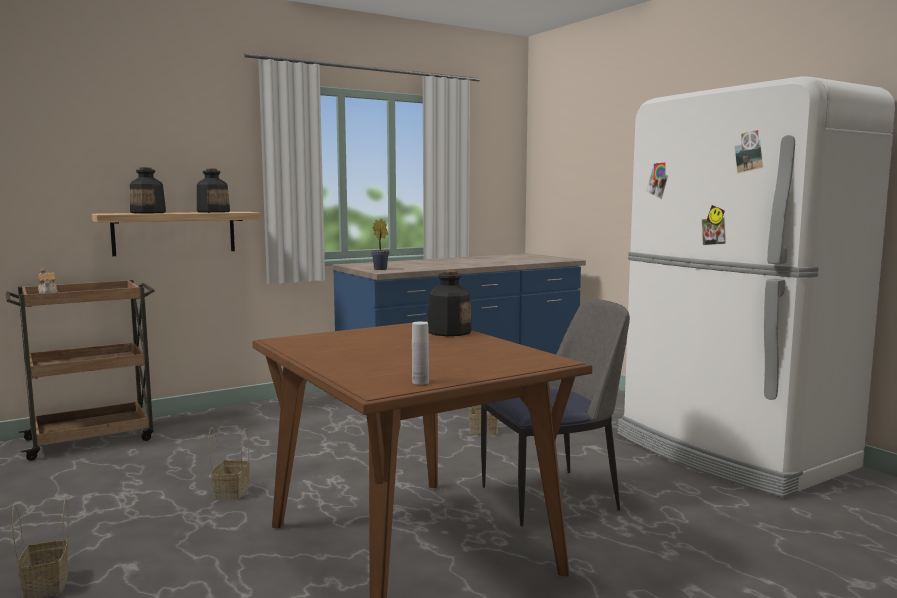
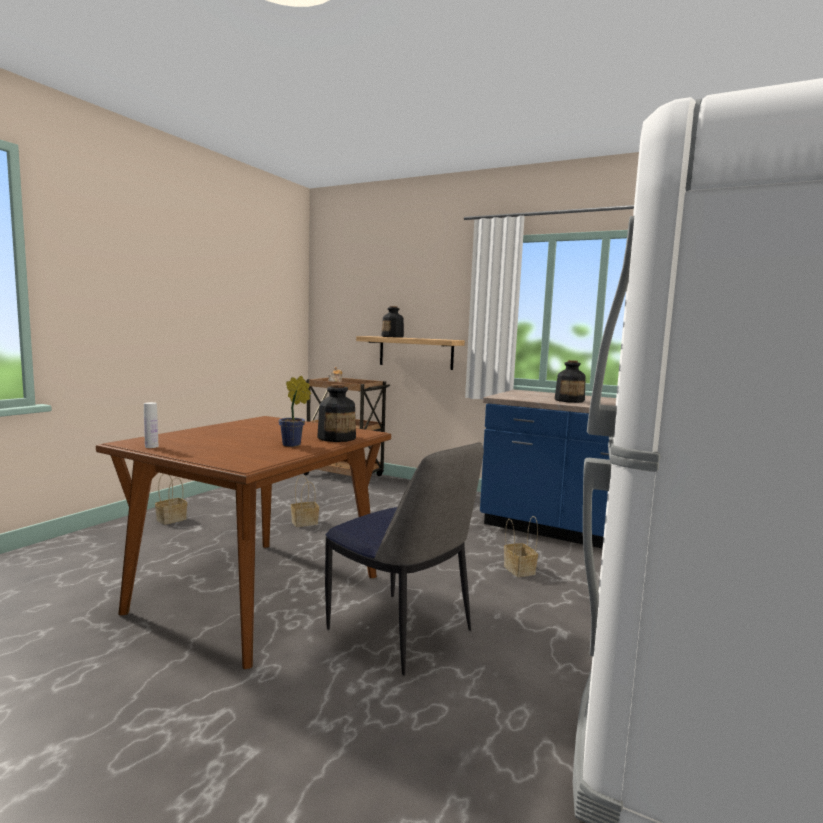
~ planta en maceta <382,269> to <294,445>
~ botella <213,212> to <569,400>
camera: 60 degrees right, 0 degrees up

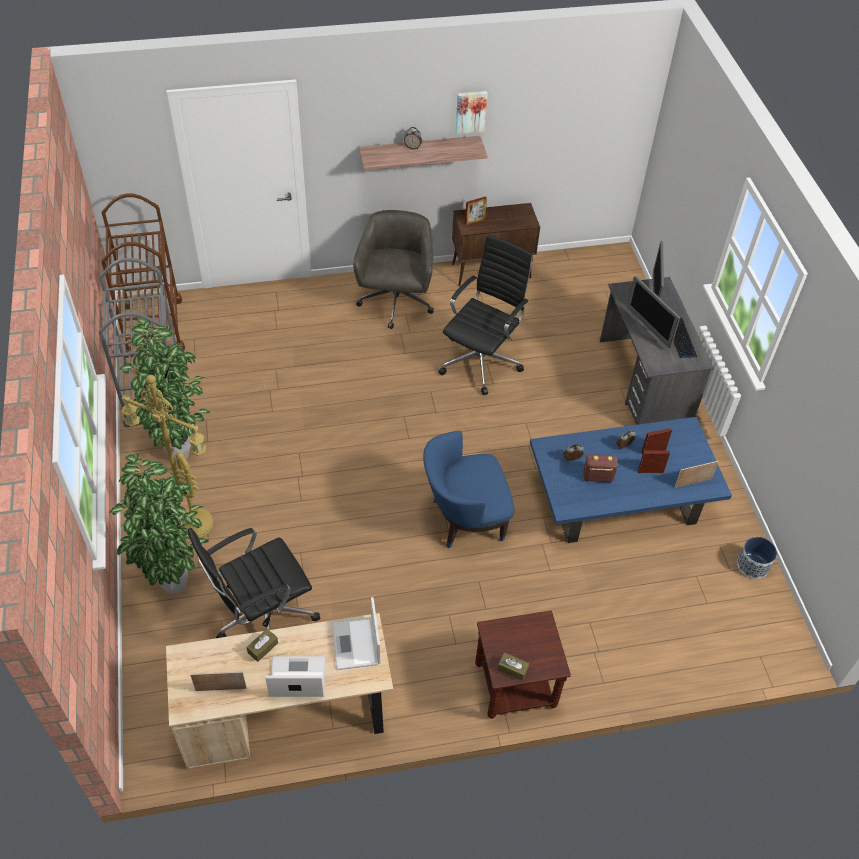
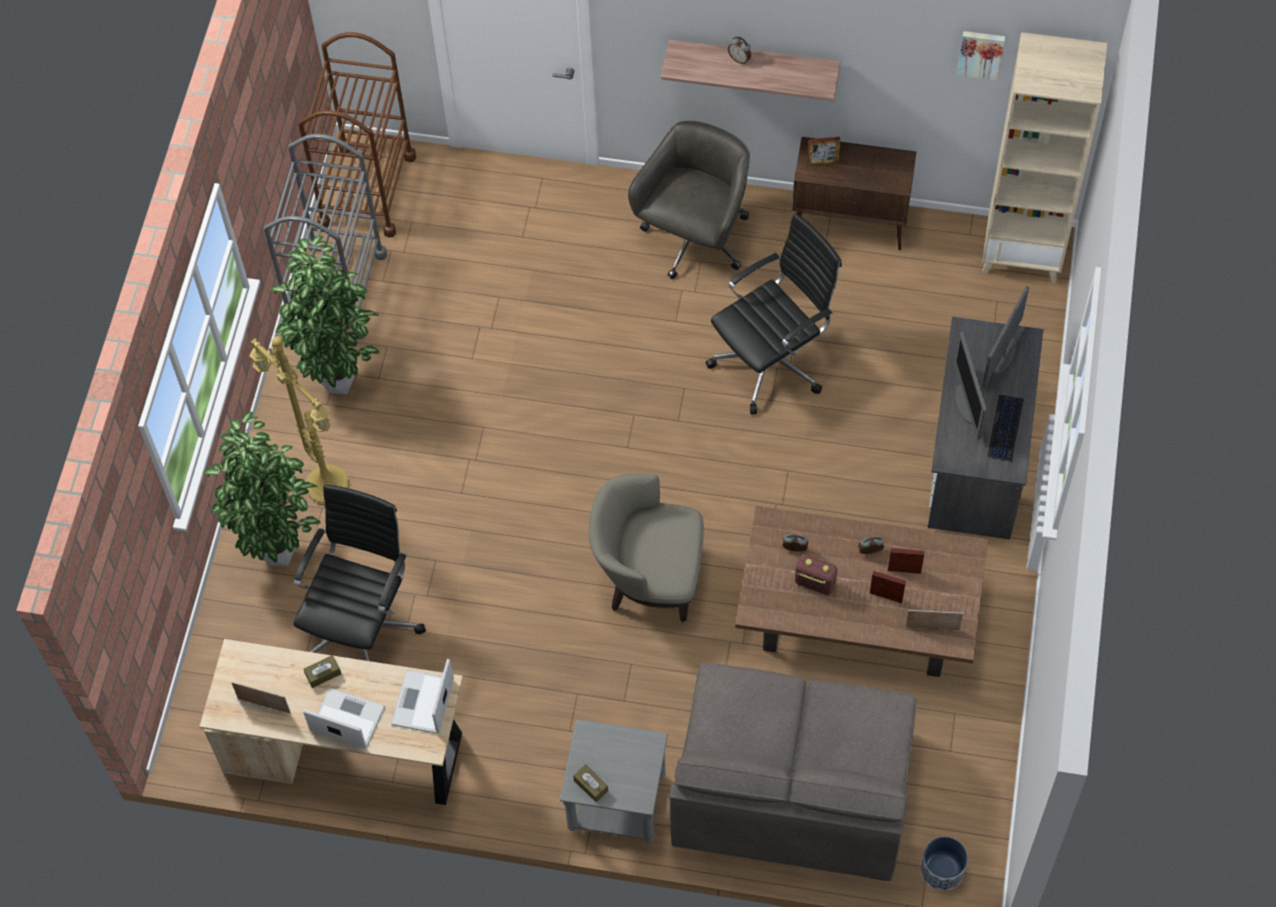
~ silla de oficina/negro <262,617> = <363,626> 120 degrees clockwise
~ mesa auxiliar/marrón <515,686> to mesa auxiliar/gris <616,803>
~ sillón/azul <464,519> to sillón/beis <649,579>
+ sofá/gris <792,789>
~ mesa de centro/azul <619,500> to mesa de centro/marrón <856,614>
~ maceta <752,565> to <941,870>
~ cuadro <470,111> to <981,53>
+ estantería/beis <1022,252>
camera: 25 degrees right, 10 degrees up

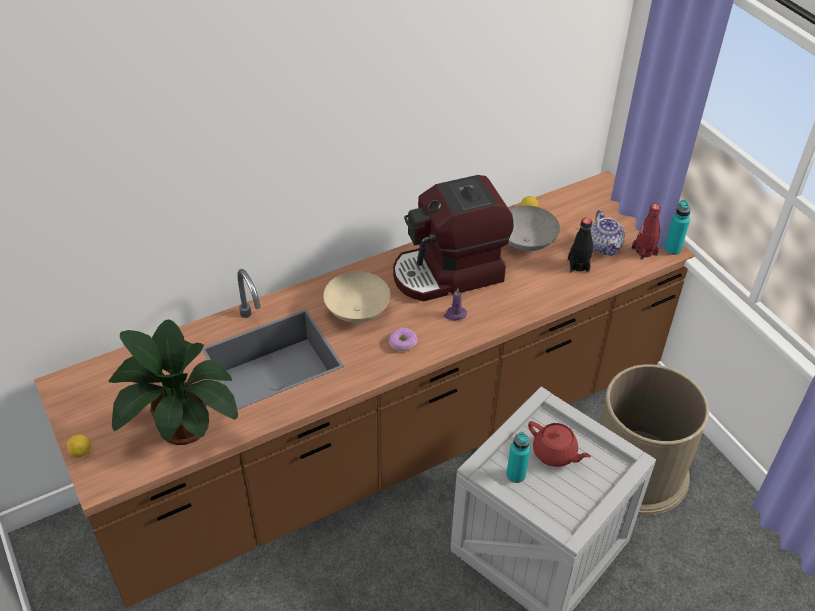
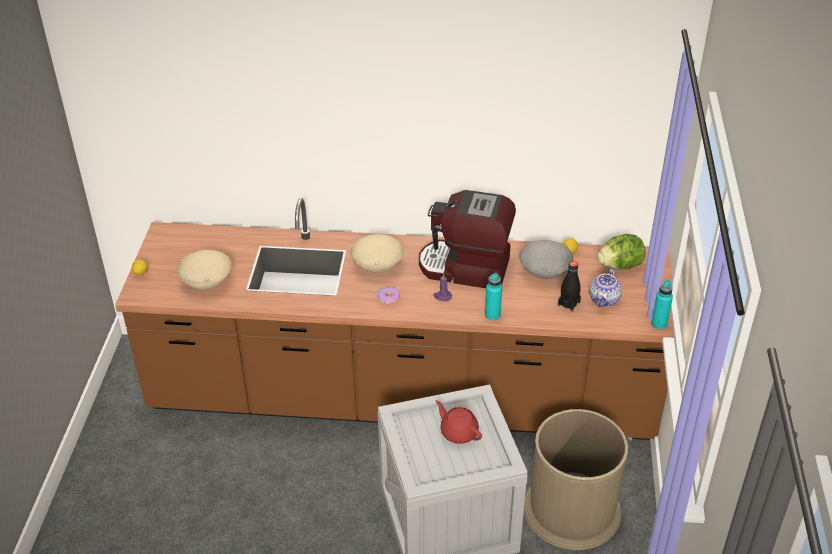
~ planta en maceta <179,423> to cuenco/beis <207,282>
~ tetera/rojo <555,453> = <458,432> 150 degrees clockwise
~ botella/turquesa <516,475> to <492,315>
+ lechuga <620,265>
- botella/rojo <644,251>
camera: 35 degrees right, 5 degrees down

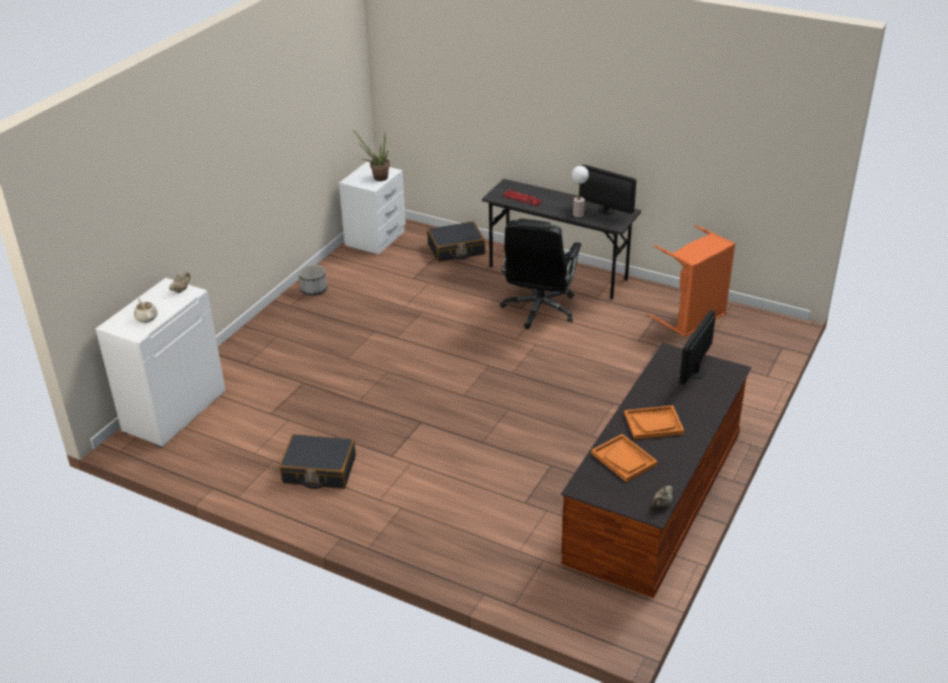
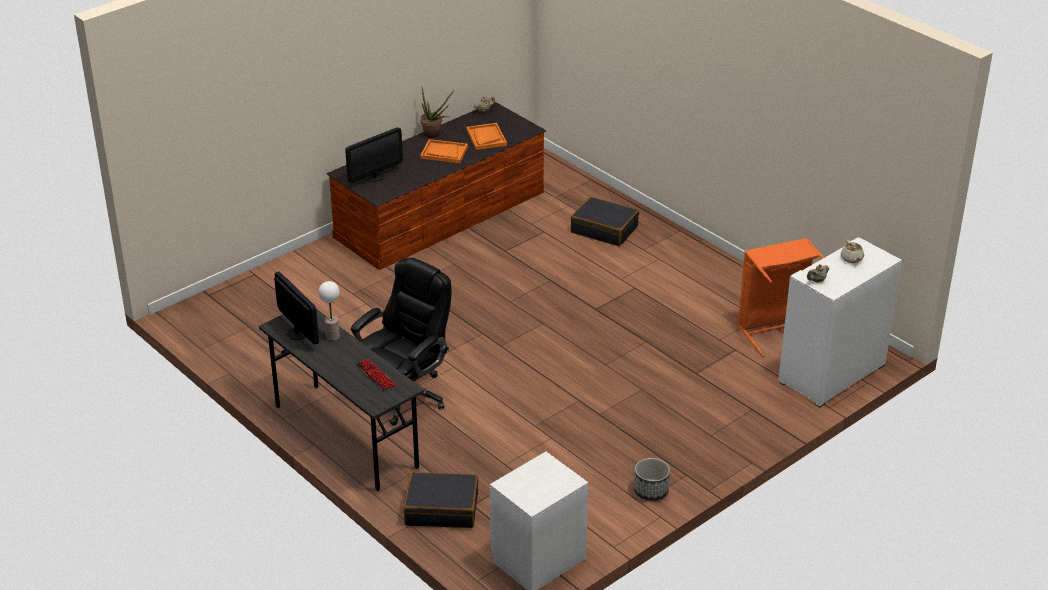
~ planta en maceta <377,177> to <434,135>
~ maleta/negro <319,470> to <604,229>
~ cesto de la ropa/naranja <692,318> to <776,329>
camera: 160 degrees left, 0 degrees up

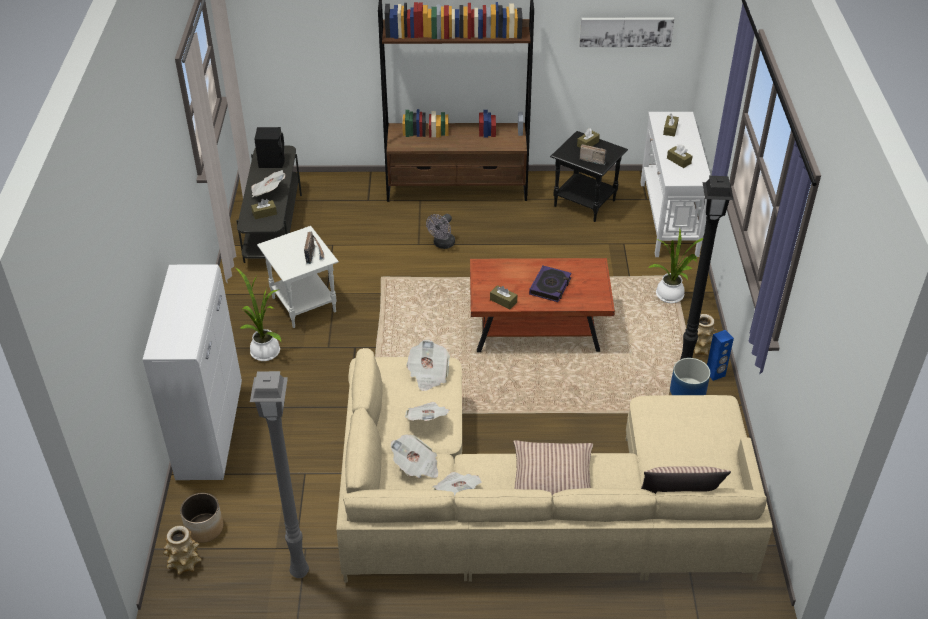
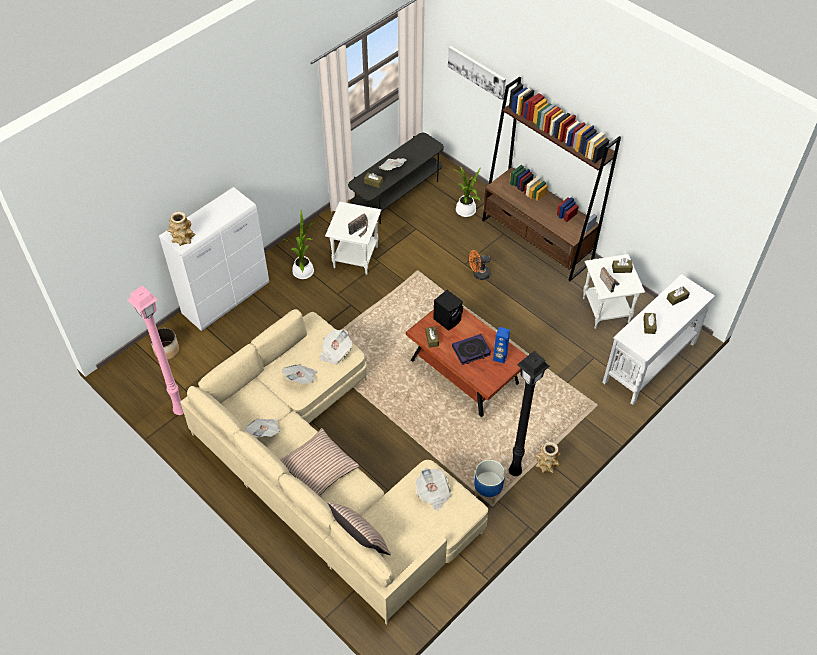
~ lámpara de pie/gris <298,573> to lámpara de pie/rosa <178,410>
~ florero <184,562> to <183,238>
~ periódico <416,466> to <433,493>
~ altavoz/negro <272,161> to <448,319>
~ cuadro <626,31> to <477,72>
~ planta en maceta <671,296> to <466,212>
~ ventilador/gris <442,244> to ventilador/naranja <478,274>
~ altavoz/azul <715,374> to <500,358>
~ mesa auxiliar/negro <585,203> to mesa auxiliar/blanco <606,310>
camera: 45 degrees right, 10 degrees up

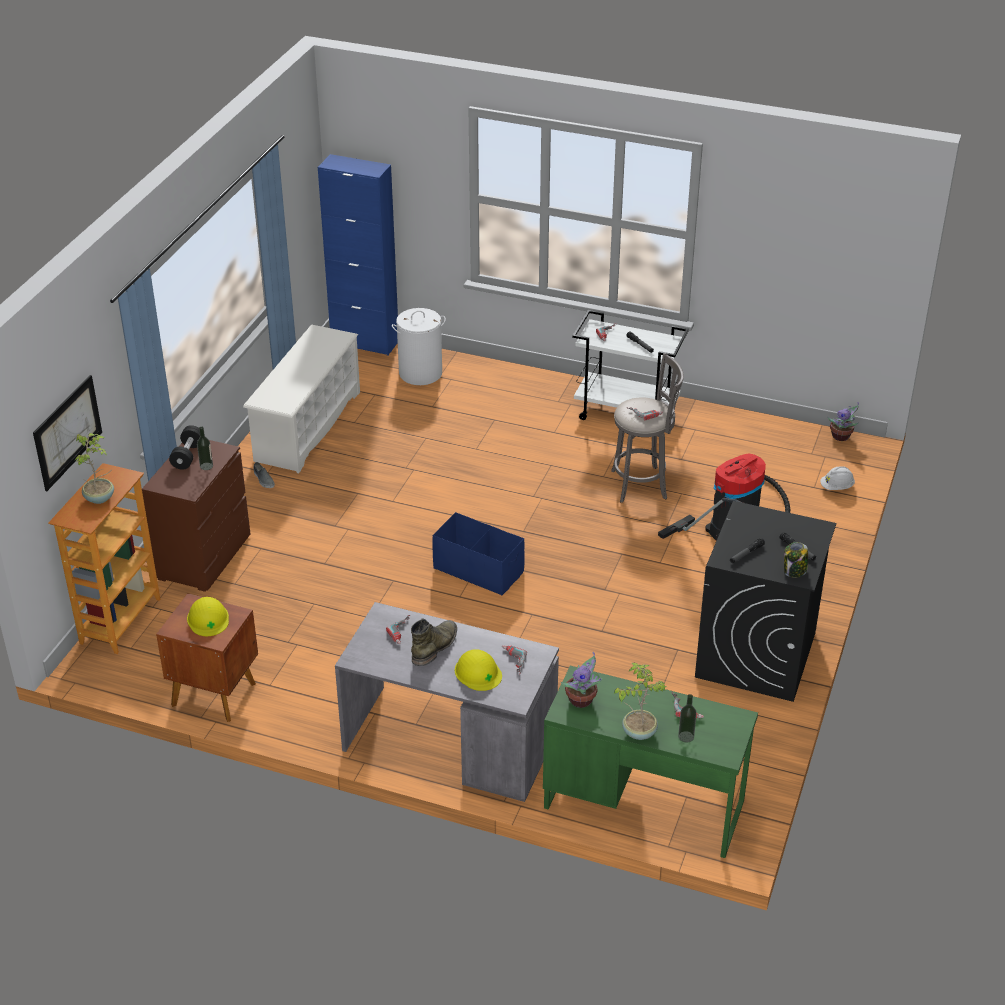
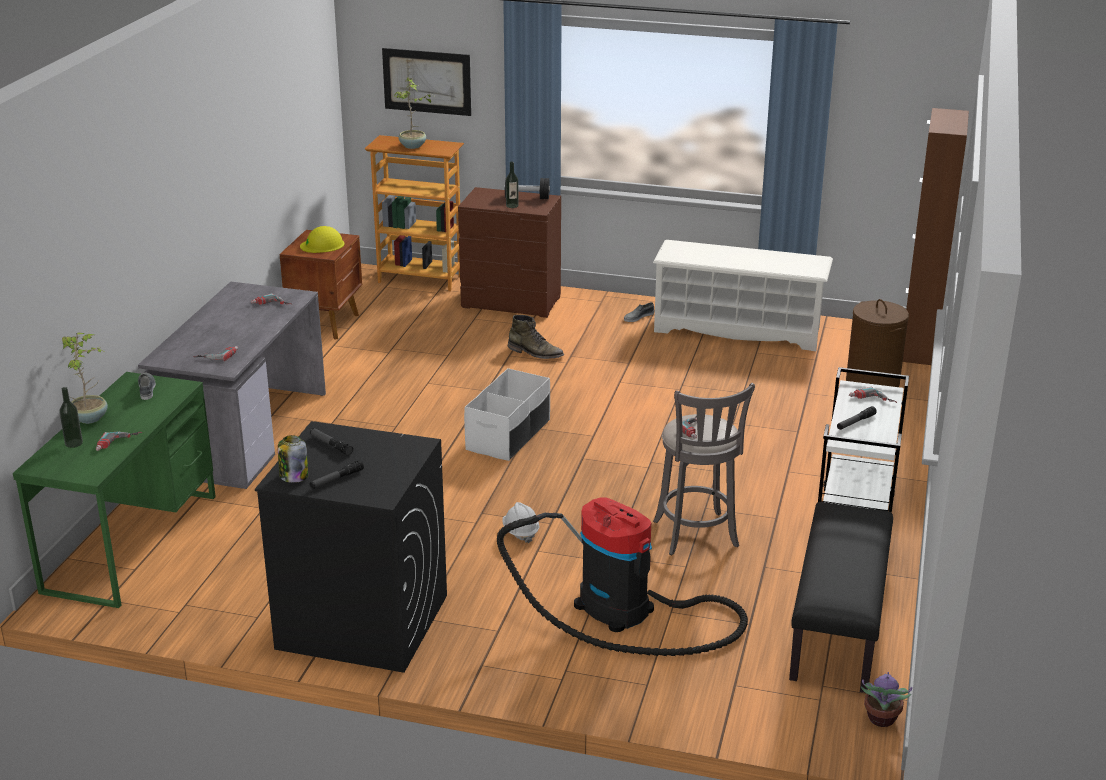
~ planta en maceta <582,700> to zapato/gris <147,388>
~ caja de almacenaje/azul <478,570> to caja de almacenaje/blanco <509,435>
~ casco/blanco <836,487> to <520,532>
~ bota/verde <435,646> to <535,353>
+ banco/negro <839,628>
~ cesto de la ropa/blanco <421,373> to cesto de la ropa/marrón <873,382>
~ armario/azul <365,342> to armario/marrón <919,347>
- casco/amarillo <478,672>
camera: 85 degrees right, 10 degrees down

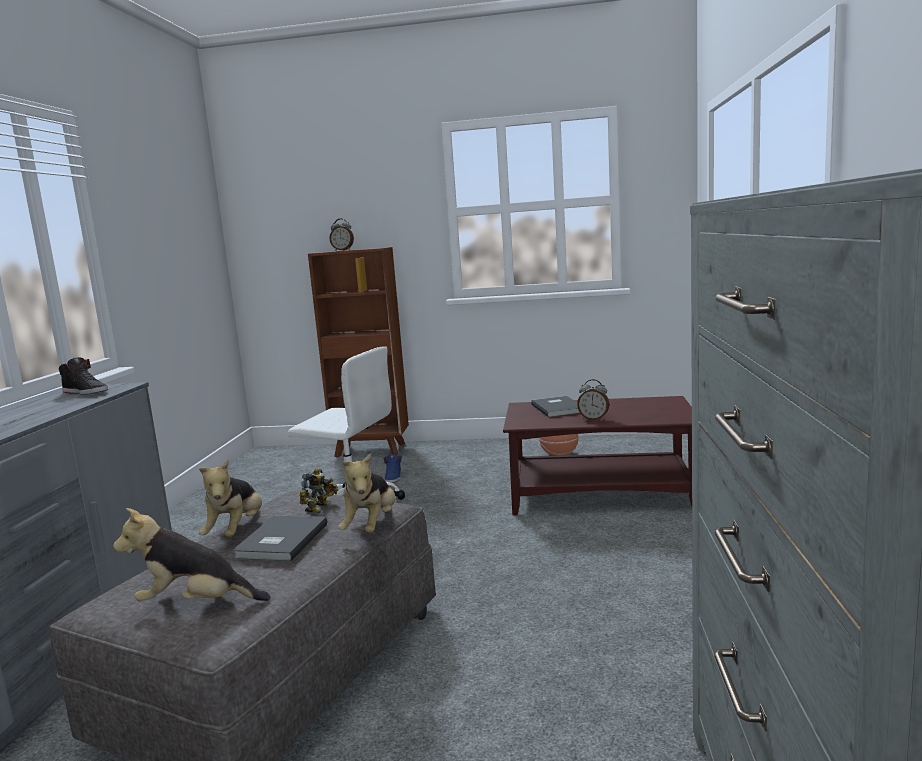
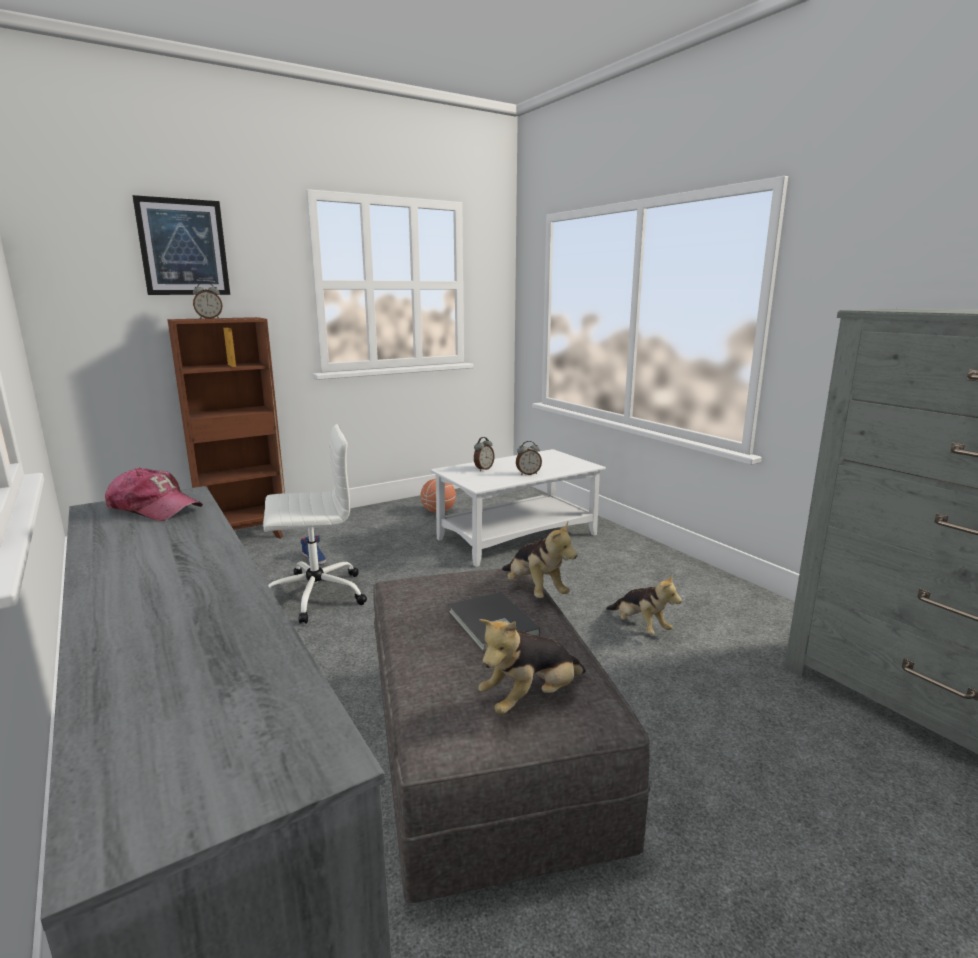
~ zapato/negro <86,392> to gorra <154,508>
+ cuadro <183,247>
~ mesa de centro/marrón <602,495> to mesa de centro/blanco <518,536>
~ libro/gris <558,408> to despertador <483,469>
~ peluche <236,531> to <640,627>
- robot de juguete <320,507>
camera: 40 degrees left, 5 degrees up

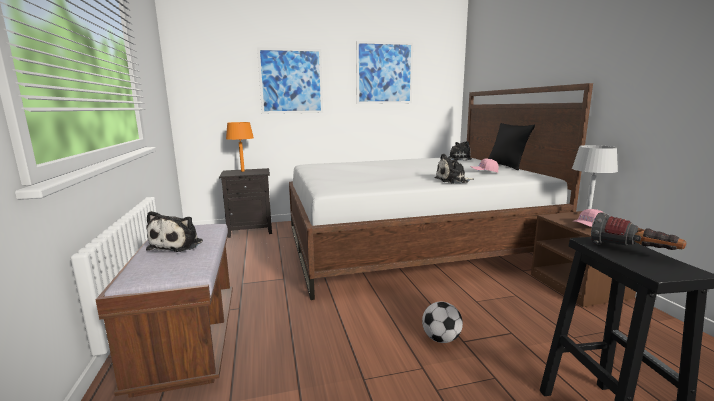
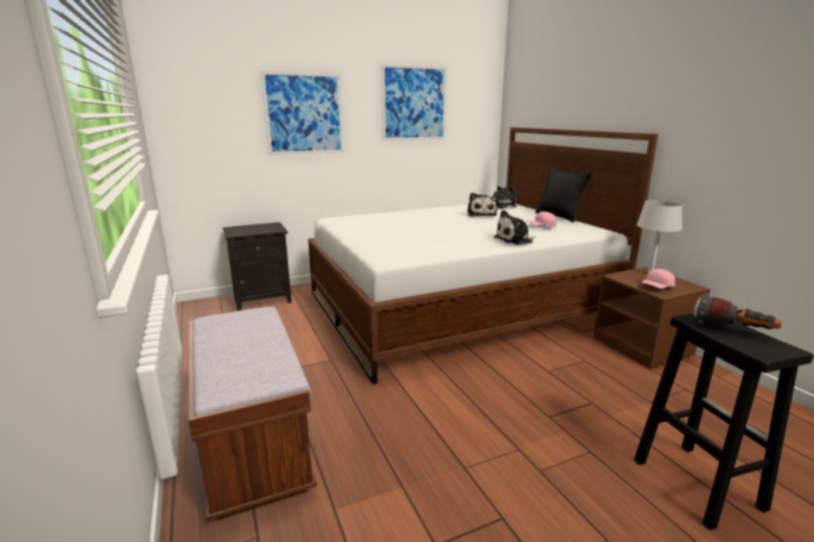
~ peluche <178,245> to <481,214>
- lámpara de mesa/naranja <242,171>
- balón de fútbol <441,339>
camera: 10 degrees left, 5 degrees up

